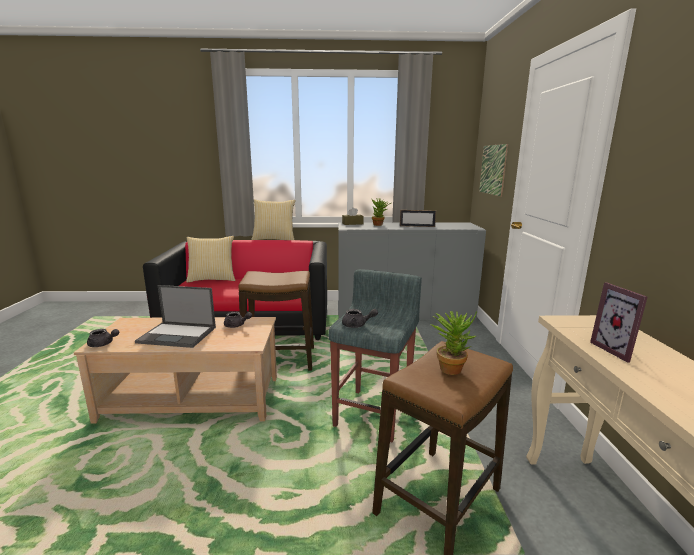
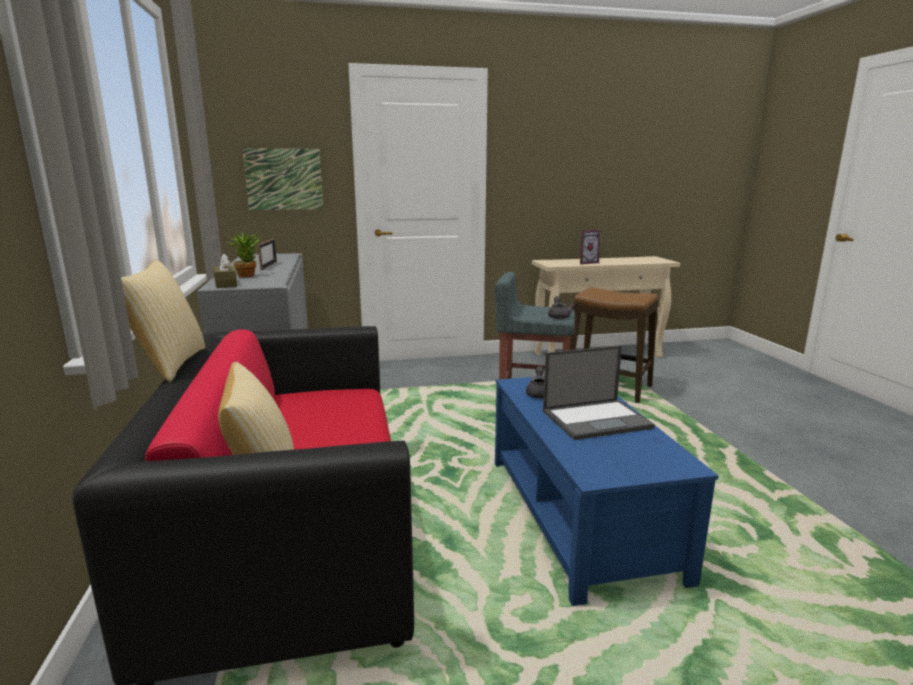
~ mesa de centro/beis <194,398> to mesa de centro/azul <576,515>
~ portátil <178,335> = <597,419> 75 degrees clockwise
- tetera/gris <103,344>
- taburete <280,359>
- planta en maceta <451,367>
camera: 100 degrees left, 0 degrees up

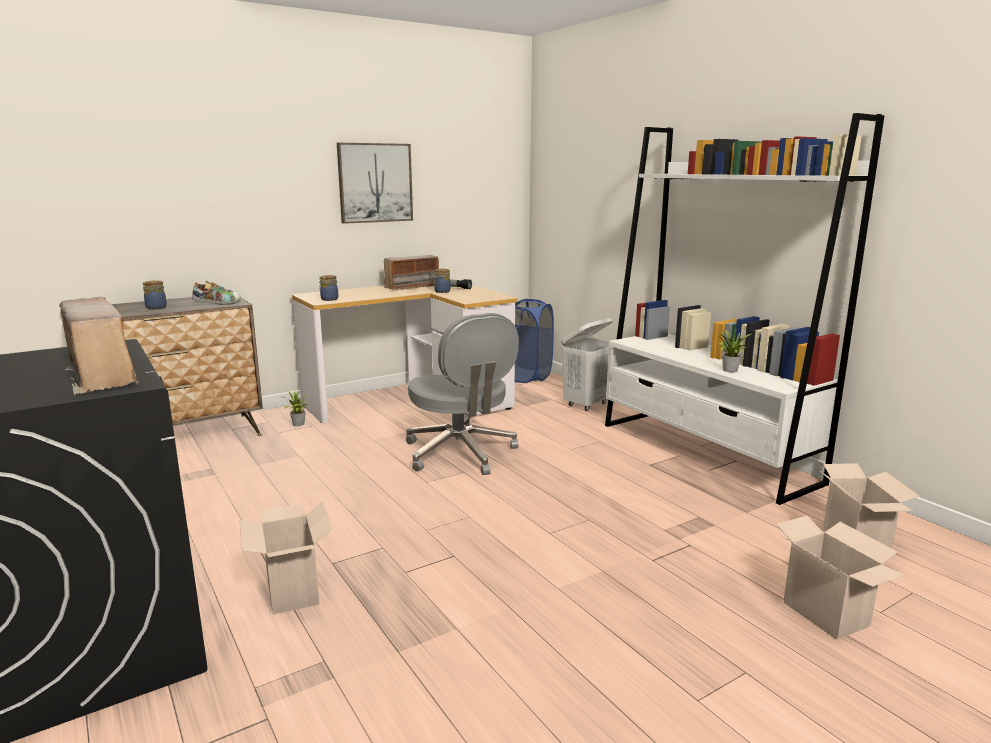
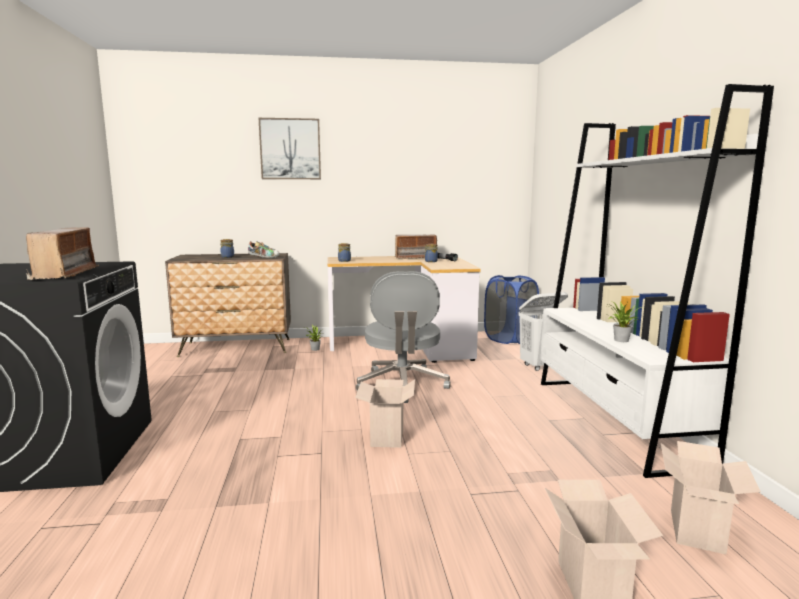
~ cuadro <375,183> to <290,149>
~ caja de cartón <290,591> to <386,436>
camera: 25 degrees right, 5 degrees down

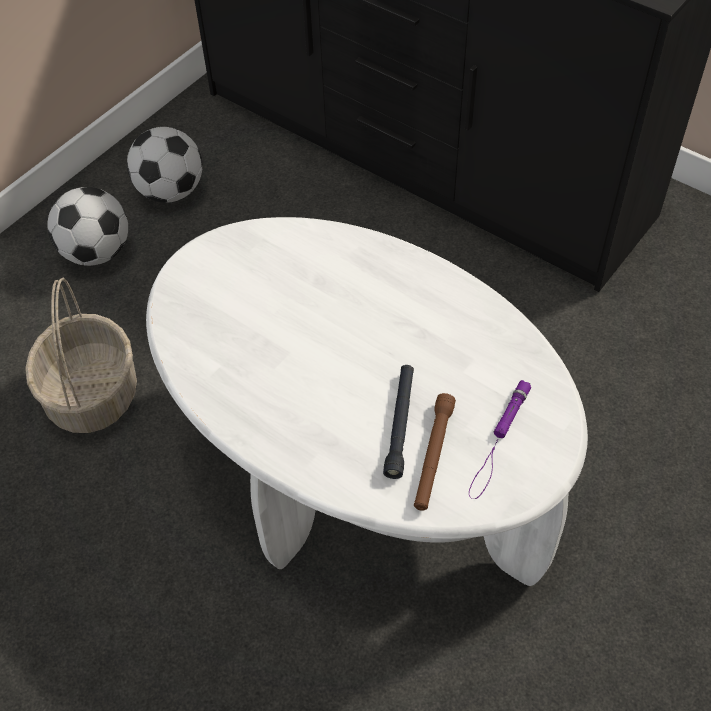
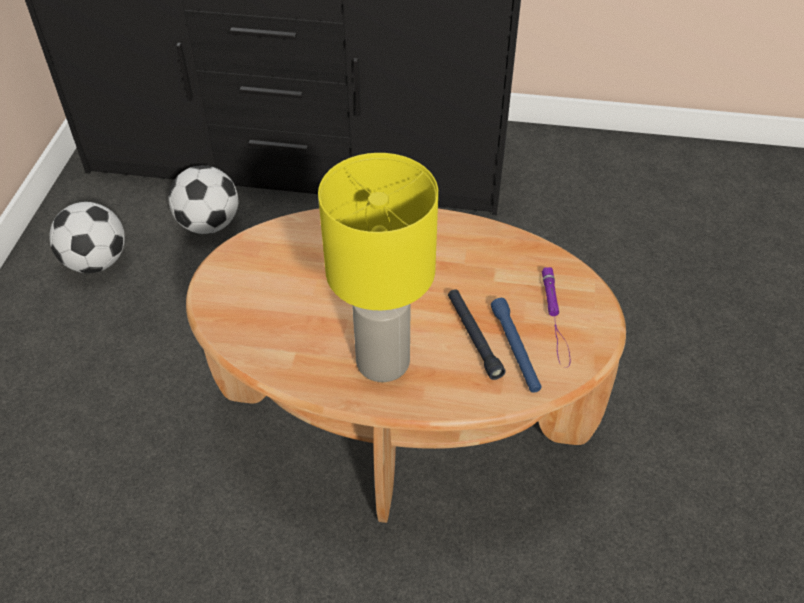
~ balón de fútbol <96,252> to <209,224>
~ mesa de centro/blanco <360,473> to mesa de centro/marrón <402,419>
+ lámpara de mesa/amarillo <384,362>
~ linterna/marrón <433,456> to linterna/azul <515,350>
- cesta <91,394>
camera: 30 degrees left, 5 degrees down

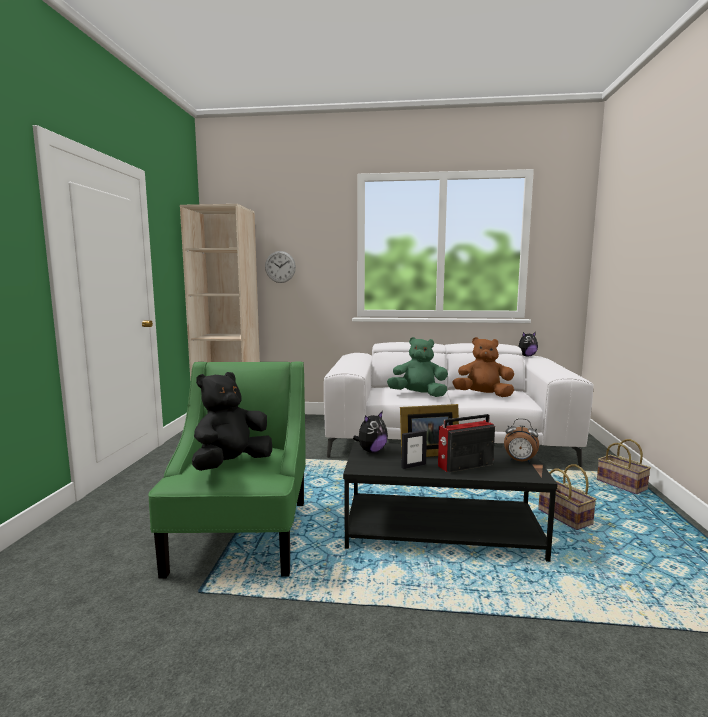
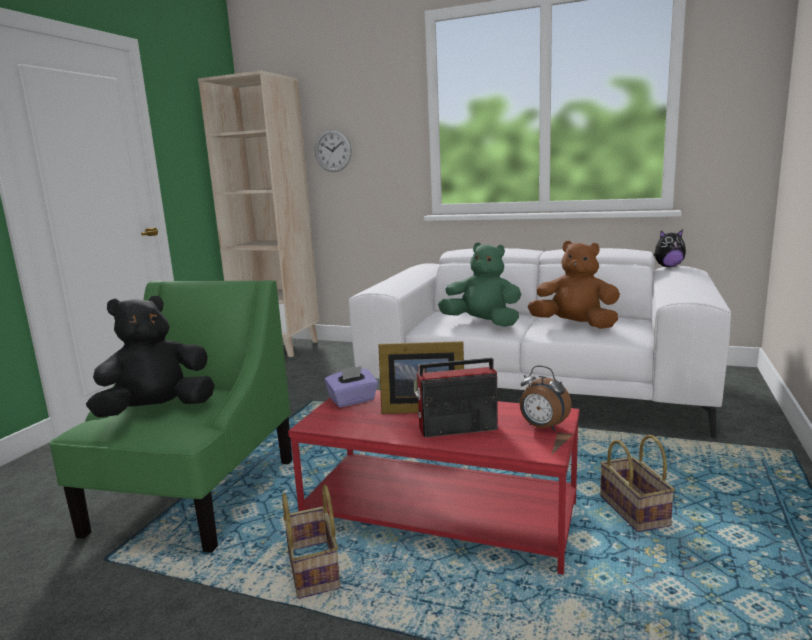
~ cesta <623,485> to <315,571>
~ mesa de centro/negro <442,531> to mesa de centro/rojo <441,514>
~ peluche <371,451> to caja de pañuelos/morado <353,400>
- portarretratos <413,466>
camera: 15 degrees right, 5 degrees up

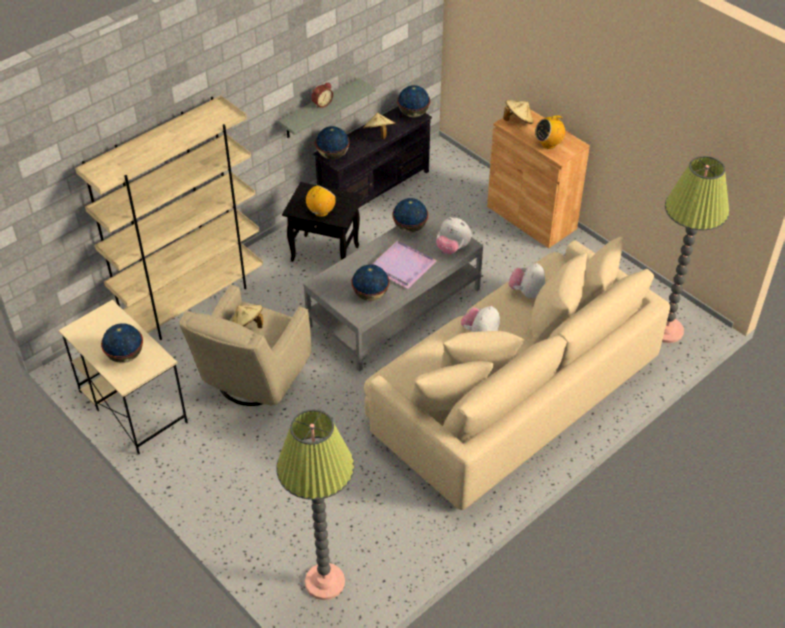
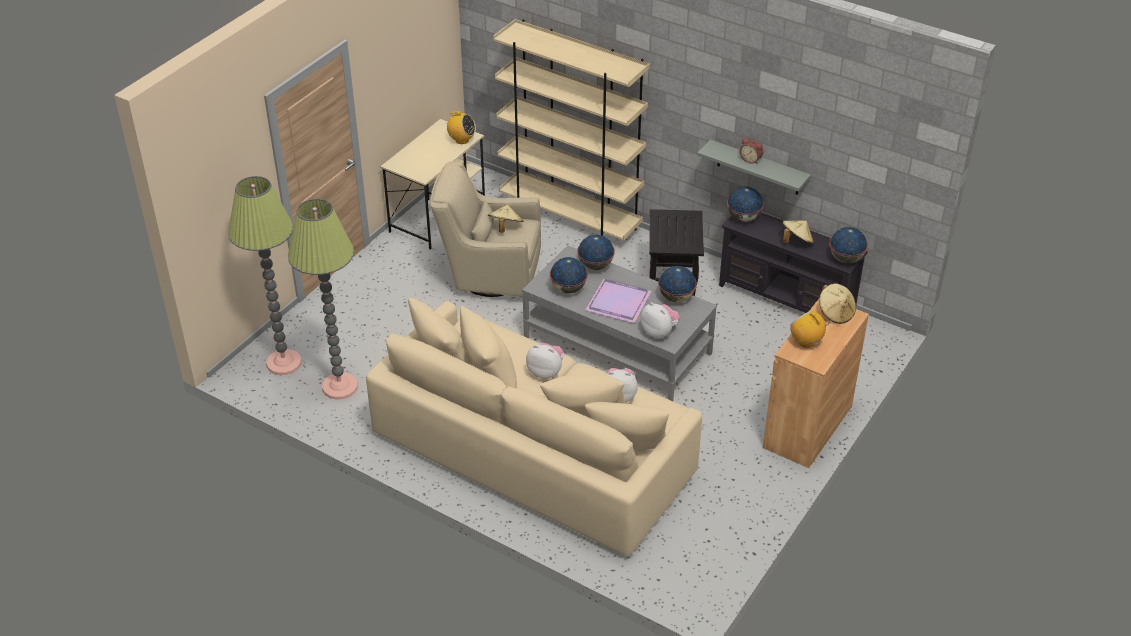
~ lámpara de pie <666,330> to <340,387>
~ radio <321,212> to <461,140>
~ globo terráqueo <125,356> to <595,266>
~ peluche <452,248> = <659,332> 120 degrees clockwise
camera: 75 degrees right, 5 degrees down

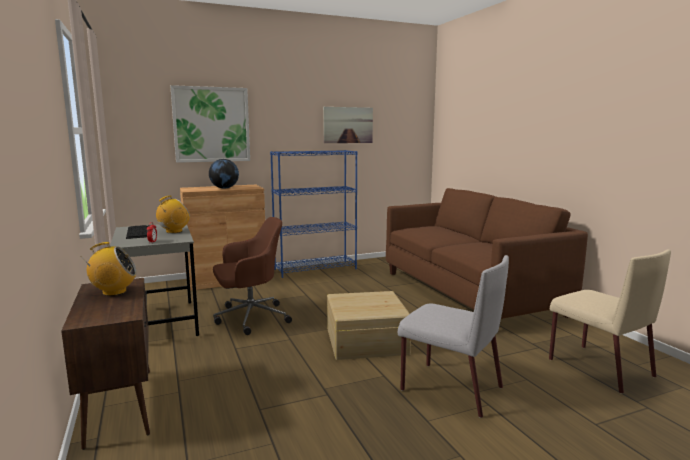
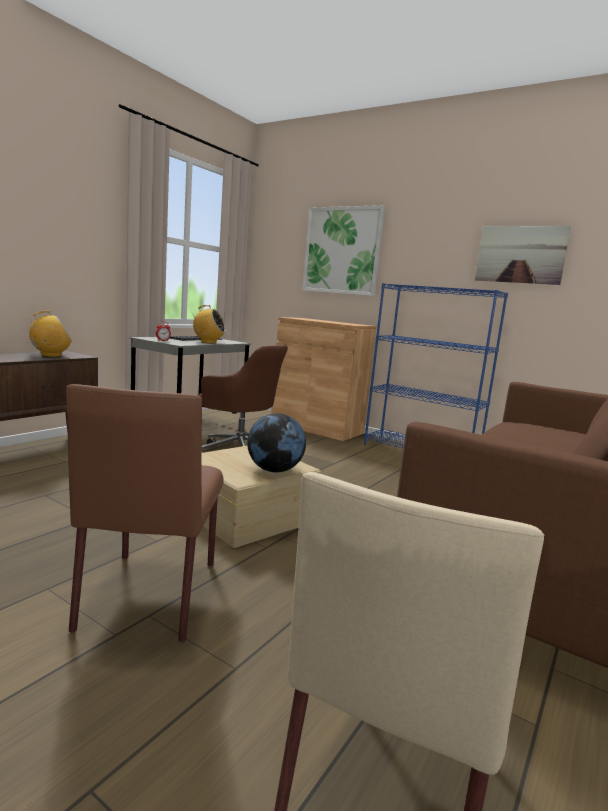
~ radio <114,292> = <51,355> 75 degrees counterclockwise
~ silla/gris <449,388> to silla/marrón <150,592>
~ globo terráqueo <224,188> to <274,470>
camera: 55 degrees right, 0 degrees up

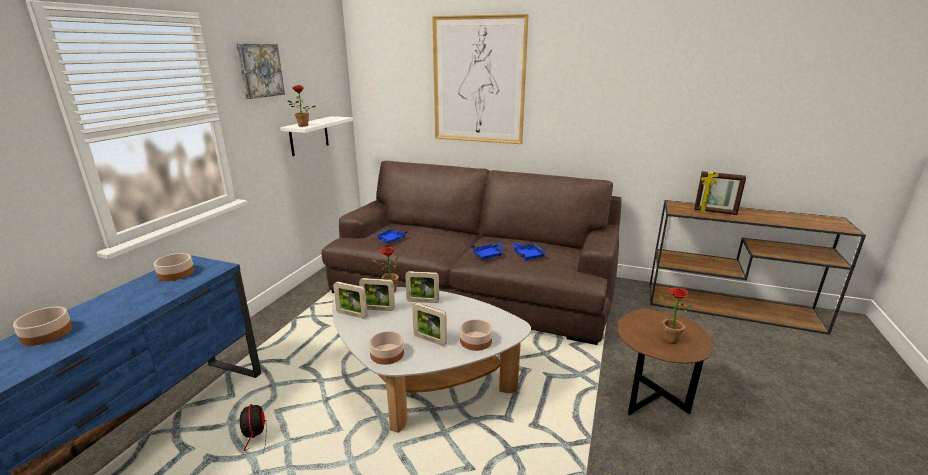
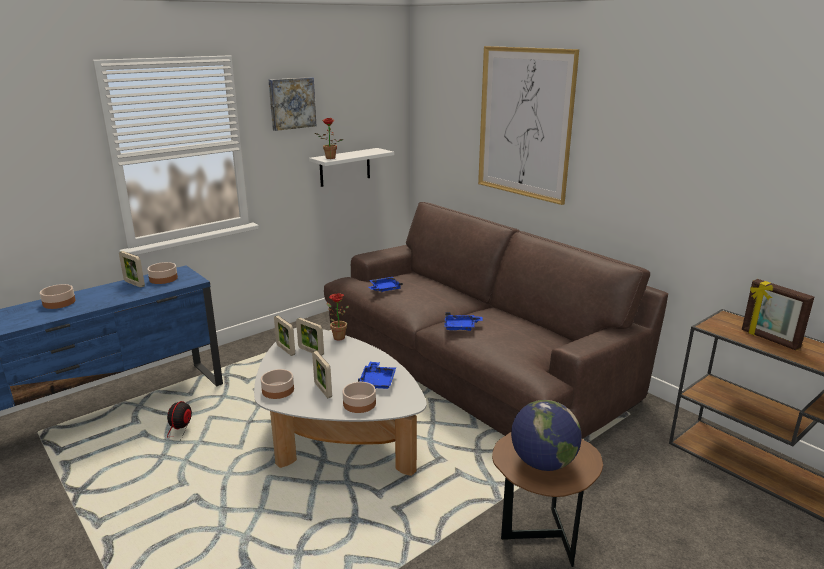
~ portarretratos <423,301> to <134,284>
~ bandeja/azul <528,255> to <377,381>
~ planta en maceta <667,338> to globo terráqueo <543,463>
camera: 30 degrees right, 0 degrees up

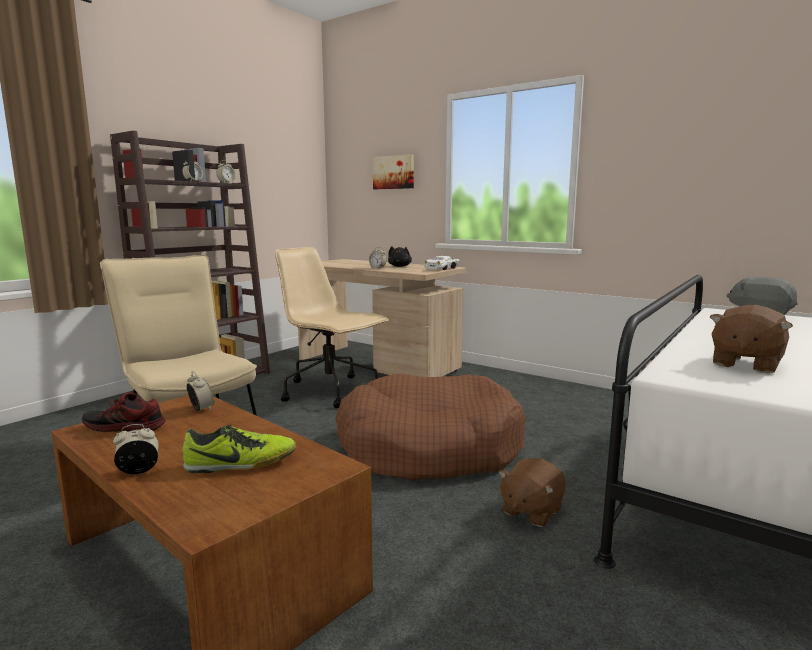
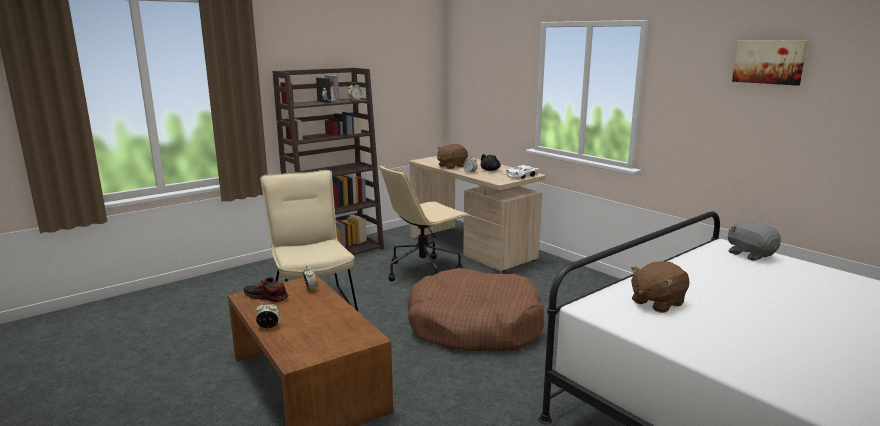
~ silla de oficina/beis <331,392> = <423,271> 90 degrees counterclockwise
~ peluche/marrón <531,511> to <451,166>
~ cuadro <394,172> to <769,62>
- zapato <241,464>
camera: 15 degrees right, 5 degrees up

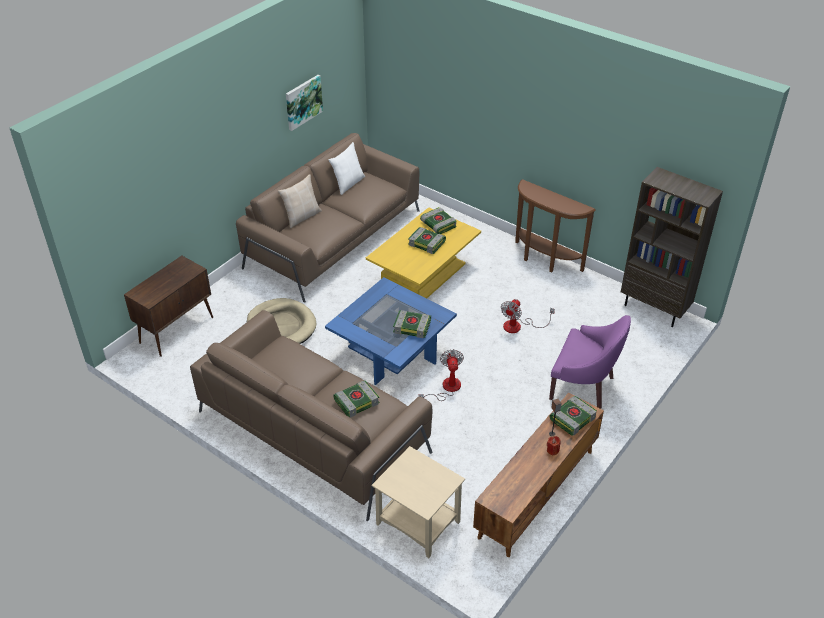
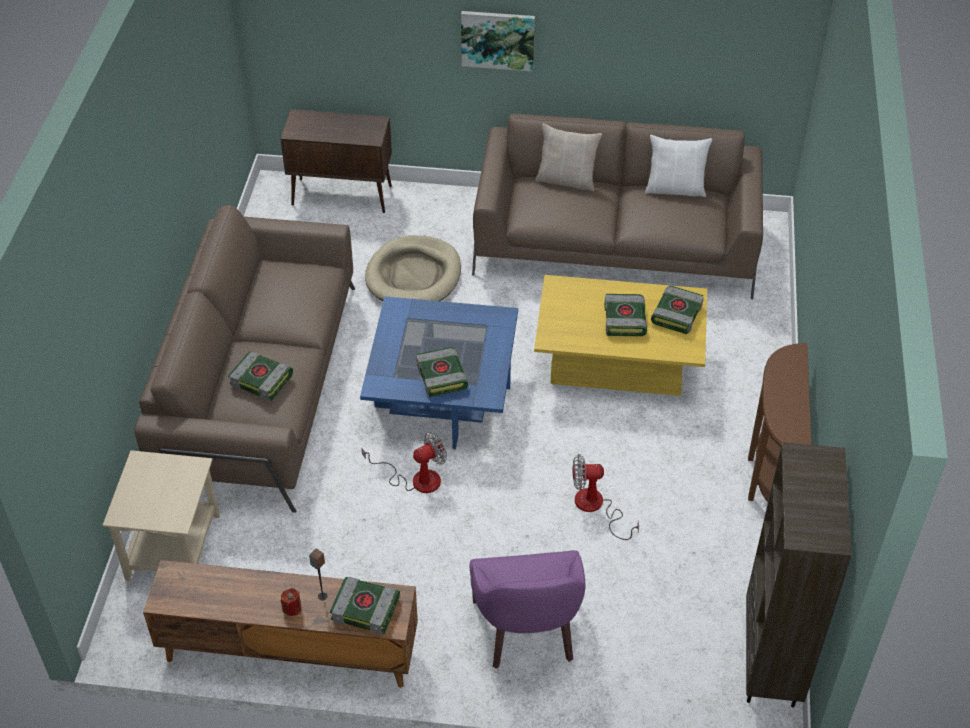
~ cuadro <303,102> to <498,39>
camera: 60 degrees right, 5 degrees up

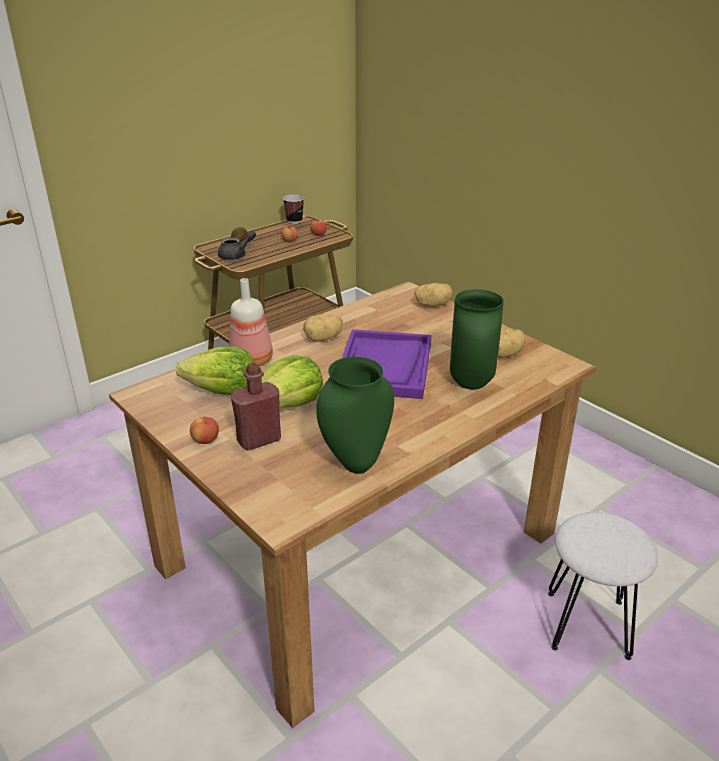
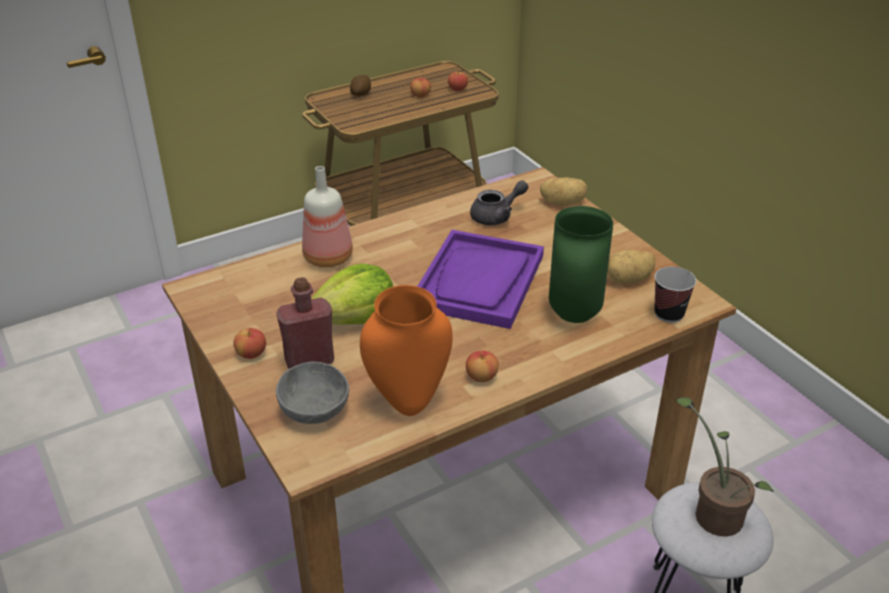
+ cuenco/gris <316,409>
~ florero/verde <356,465> to florero/naranja <408,405>
+ manzana <481,377>
~ tetera/gris <236,255> to <497,216>
~ taza <294,220> to <669,314>
+ planta en maceta <714,512>
- lechuga <222,390>
- patata <323,339>
camera: 10 degrees right, 5 degrees up

